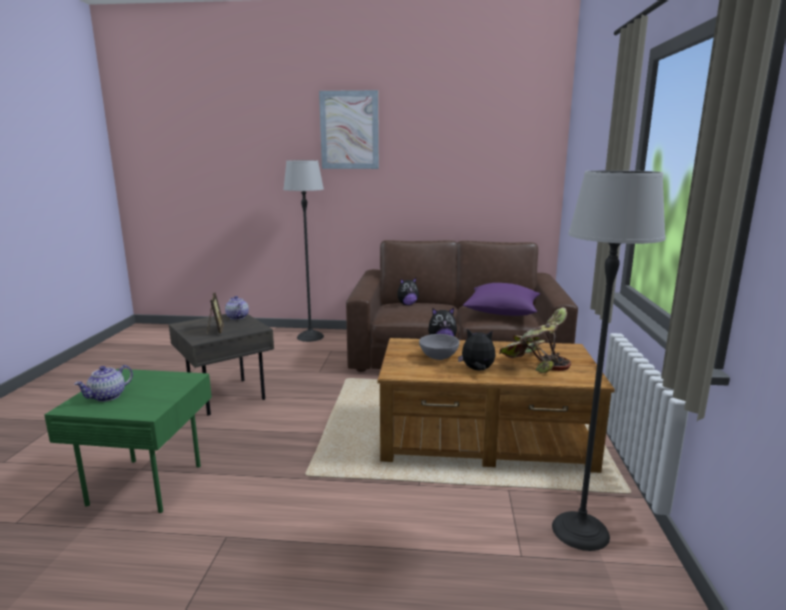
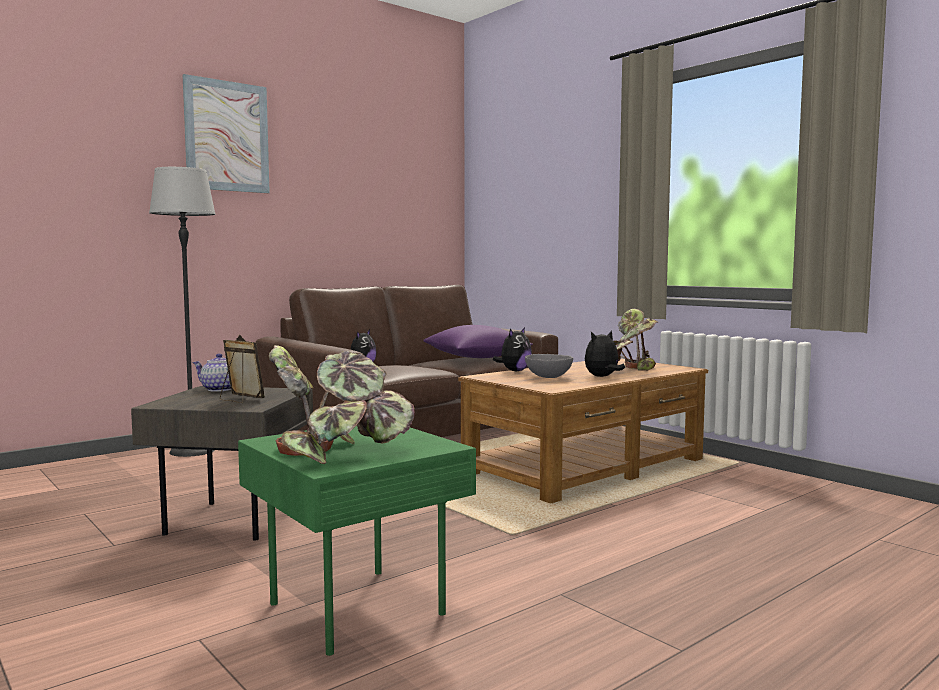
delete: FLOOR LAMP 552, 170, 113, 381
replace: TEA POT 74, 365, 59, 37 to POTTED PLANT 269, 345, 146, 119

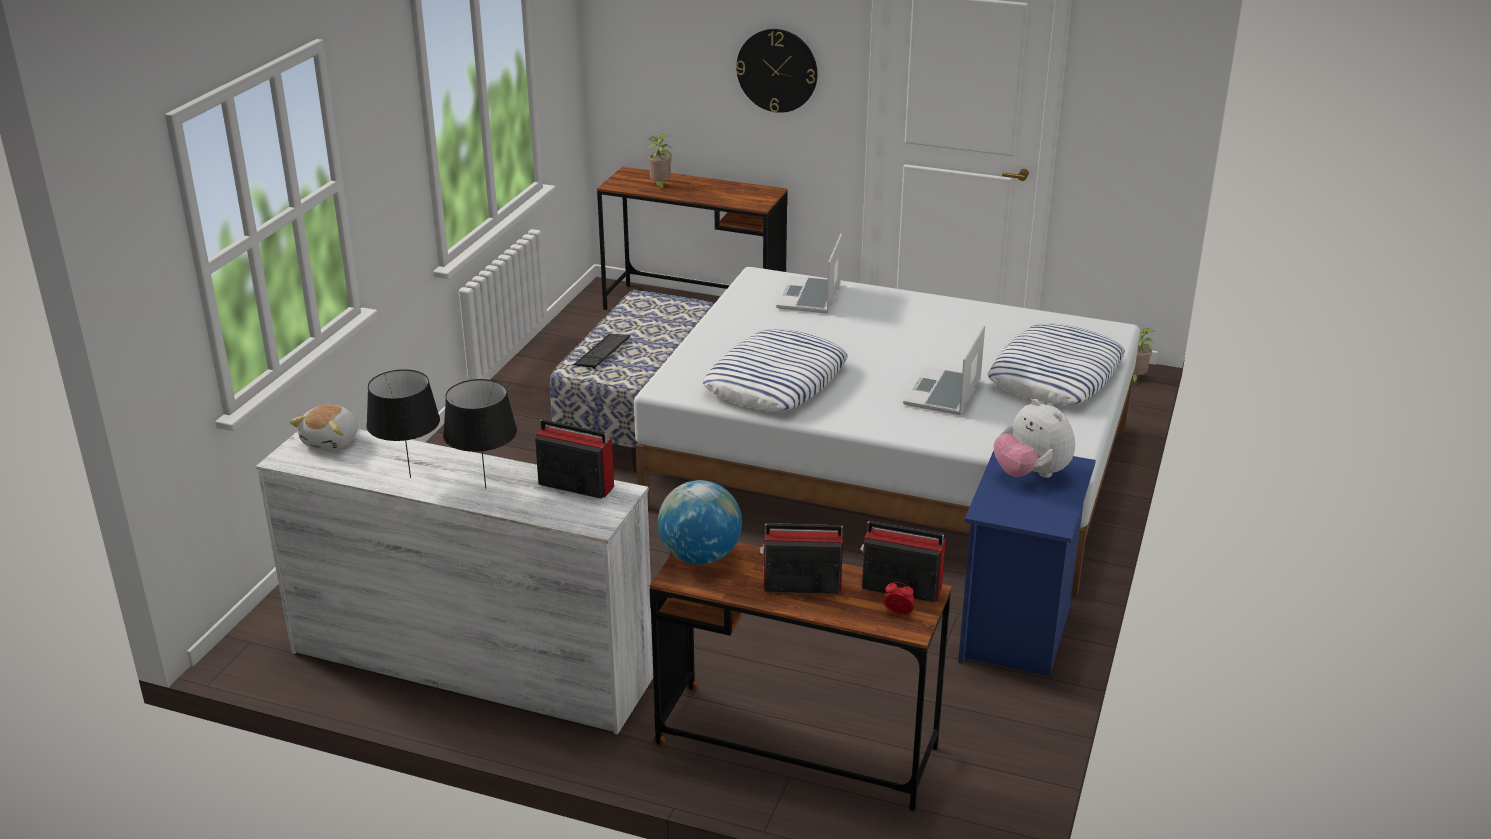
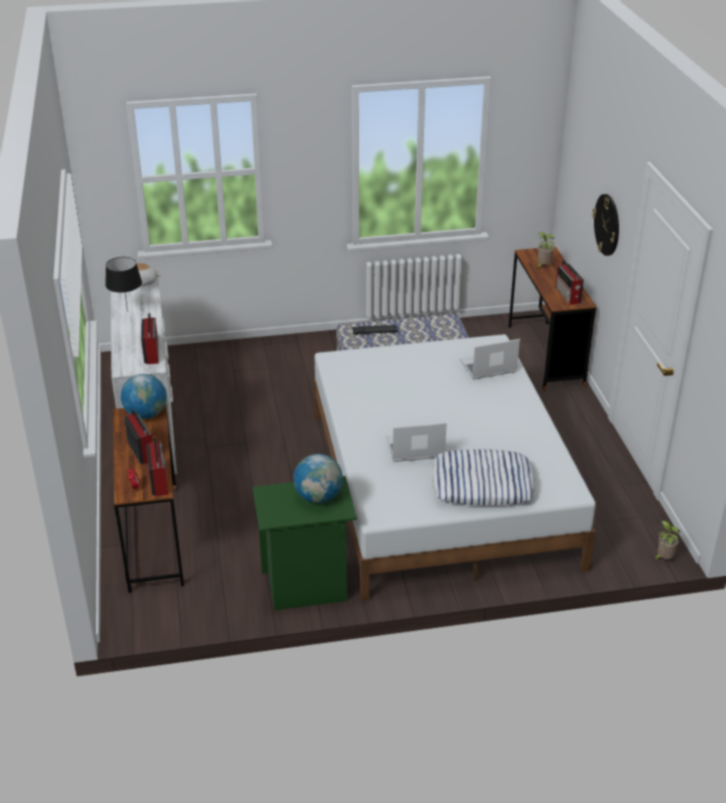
delete: BLACKISH TABLETOP LAMP 443, 379, 74, 110; CUSHION 702, 329, 146, 82
insert: RADIO SET 556, 260, 28, 45
replace: CUDDLY TOY 994, 399, 81, 79 to GLOBE 293, 454, 50, 49
recolor: BLUE-COLOURED BEDSIDE TABLE 958, 450, 138, 226 to GREEN-COLOURED BEDSIDE TABLE 252, 476, 105, 134

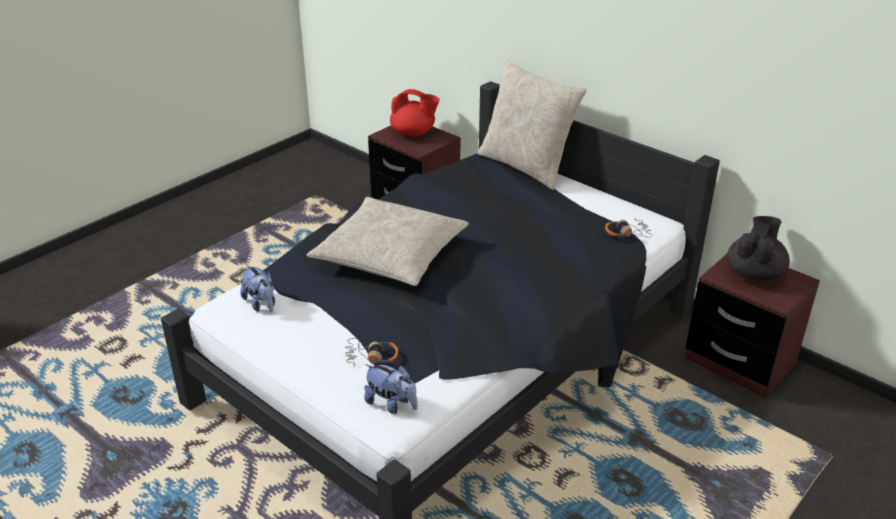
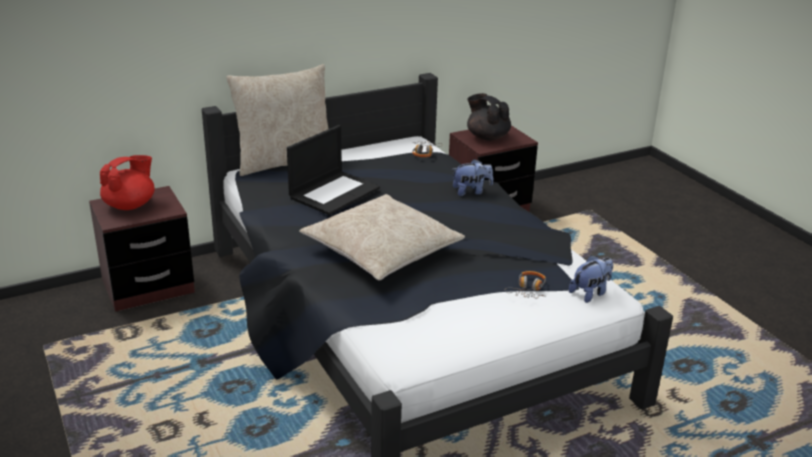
insert: NOTEBOOK COMPUTER 287, 125, 93, 90
move: CUDDLY TOY 240, 264, 35, 48 to 452, 159, 41, 37

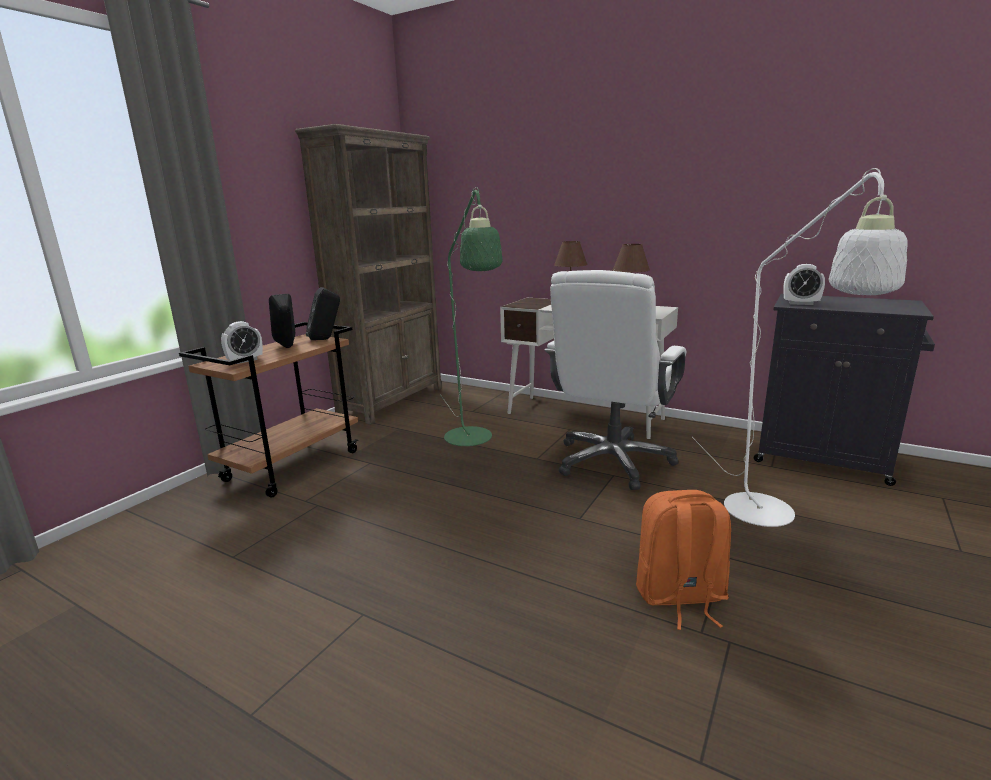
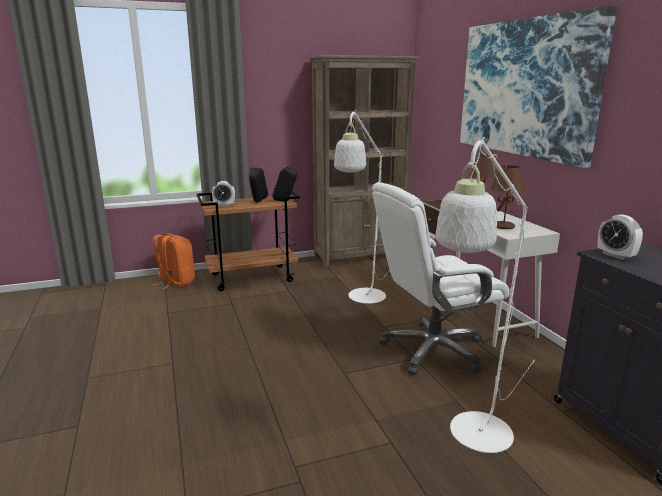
insert: WALL PICTURE 460, 5, 157, 163
move: ORANGE BACKPACK 636, 490, 95, 140 to 153, 233, 42, 57
recolor: GREEN-COLOURED FLOOR LAMP 441, 187, 62, 259 to WHITE FLOOR LAMP 334, 110, 56, 194

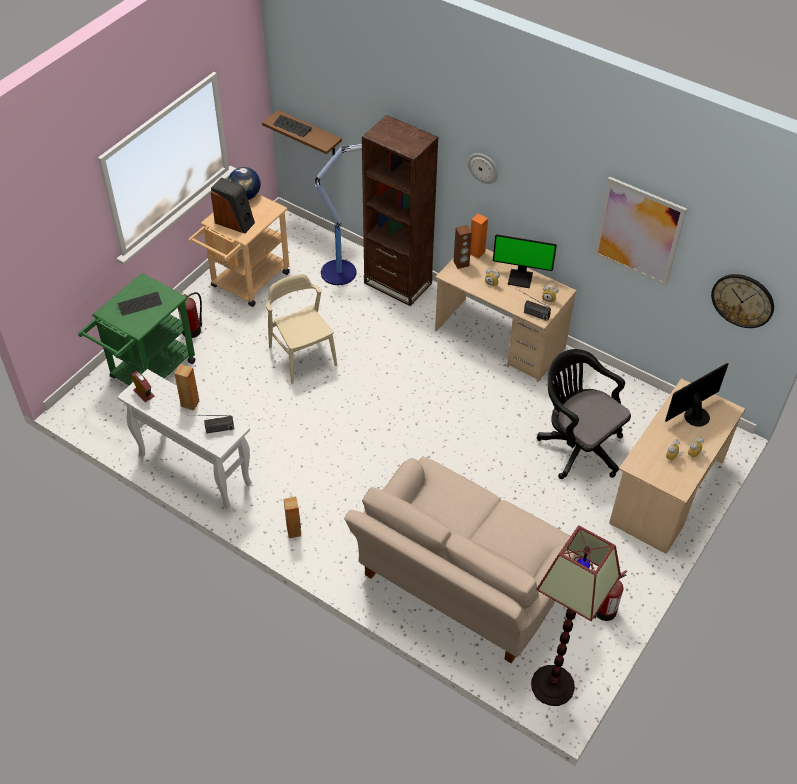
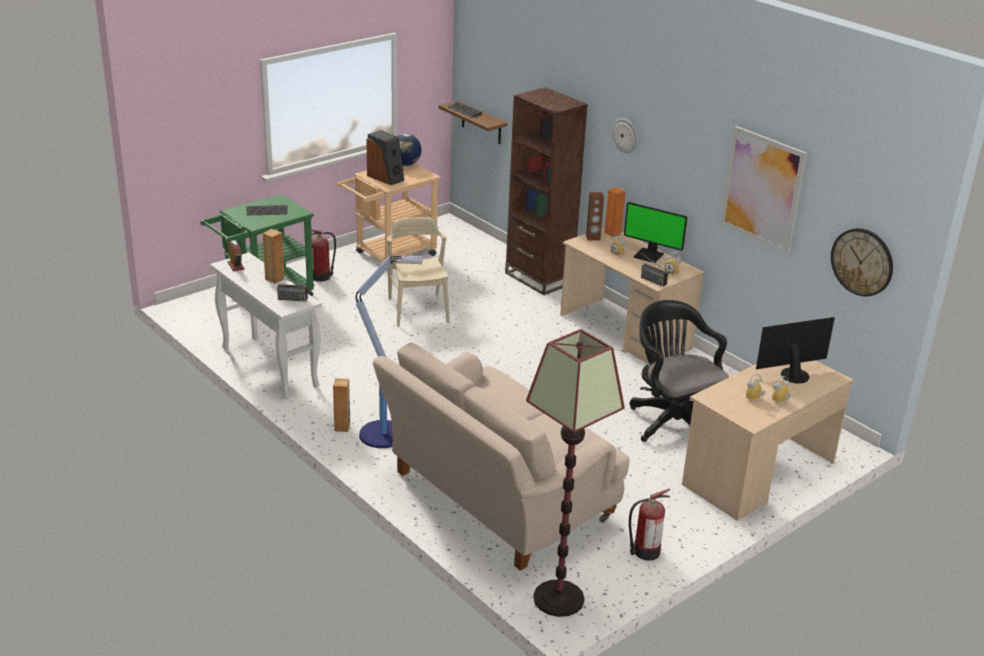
move: FLOOR LAMP 315, 144, 47, 141 to 355, 254, 67, 194

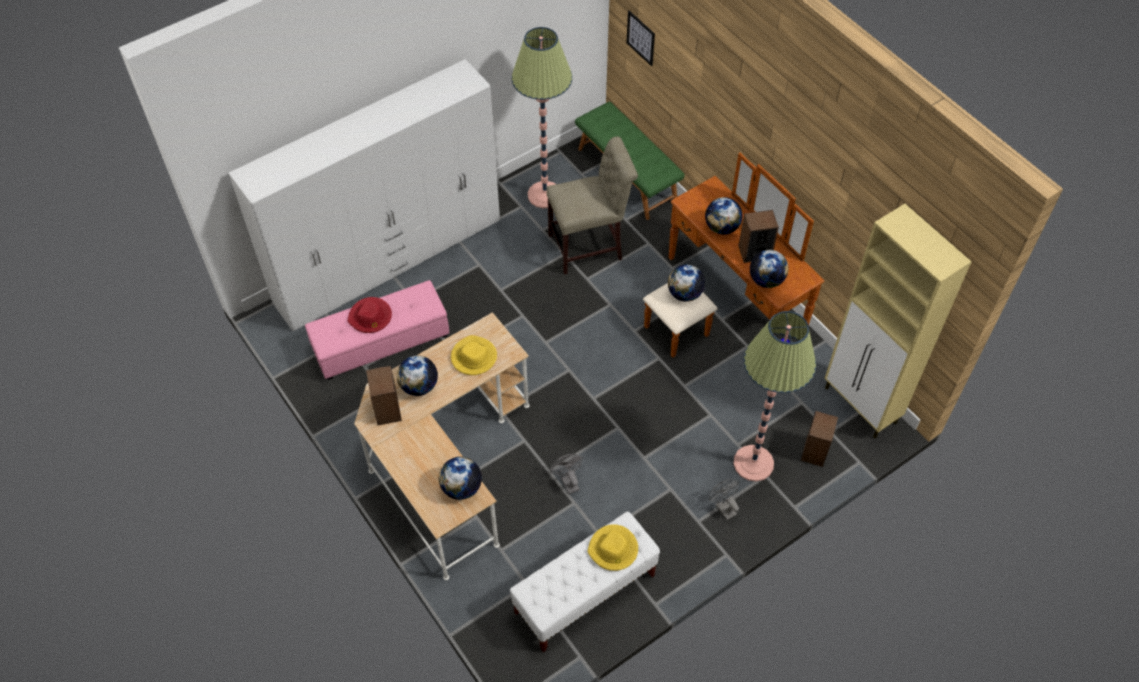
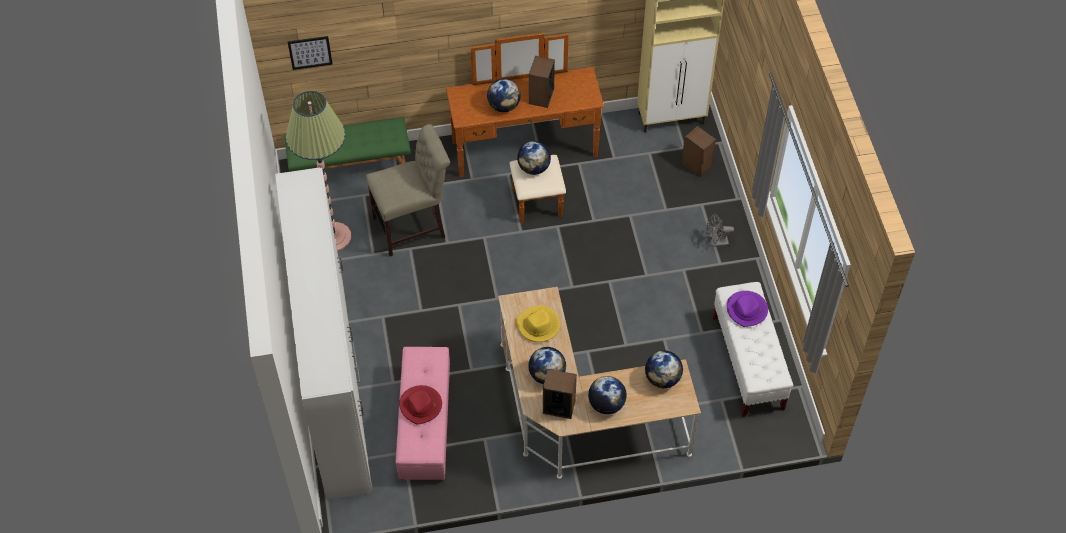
delete: GRAY FAN 550, 454, 33, 40; FLOOR LAMP 734, 311, 82, 170
move: GLOBE 750, 250, 38, 38 to 588, 376, 39, 38
recolor: YELLOW HAT 588, 524, 50, 47 to PURPLE HAT 727, 291, 41, 36
rotate: BEIGE-COLOURED UPRIGHT CHAIR 546, 136, 92, 138 = 366, 124, 84, 132 60 degrees clockwise

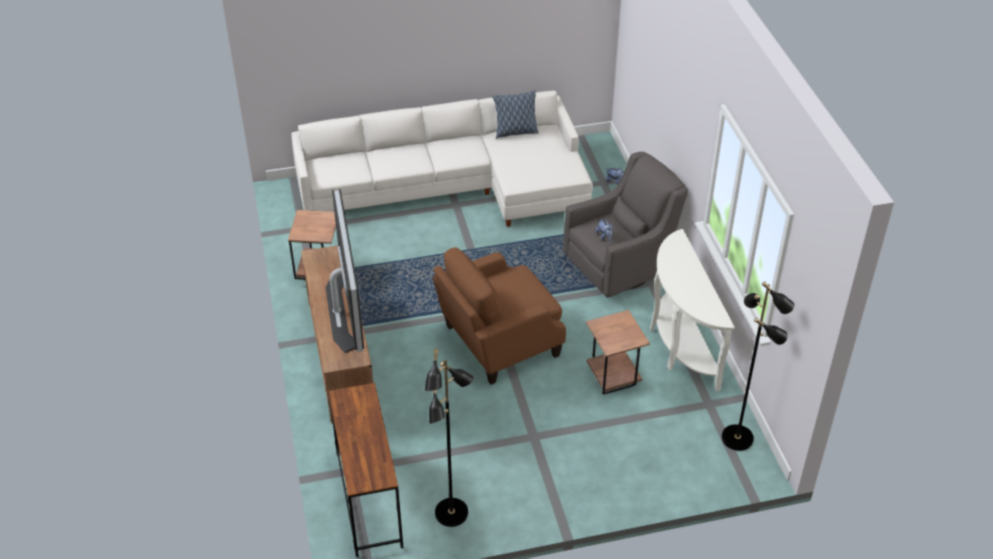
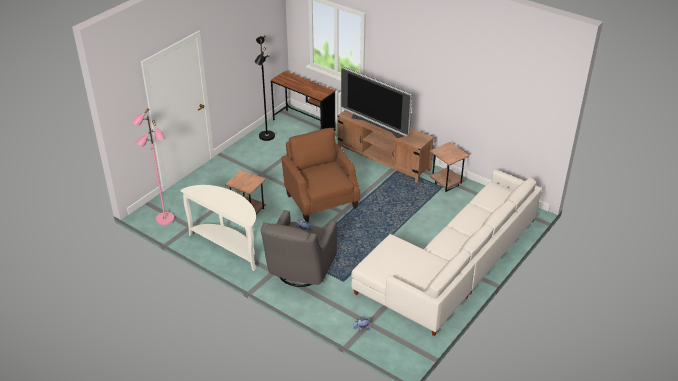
delete: CUSHION 492, 90, 47, 48
recolor: BLACKISH FLOOR LAMP 722, 282, 73, 169 to PINK FLOOR LAMP 131, 108, 43, 117
rotate: BROWN EASY CHAIR 433, 247, 133, 138 = 281, 128, 79, 94 45 degrees counterclockwise

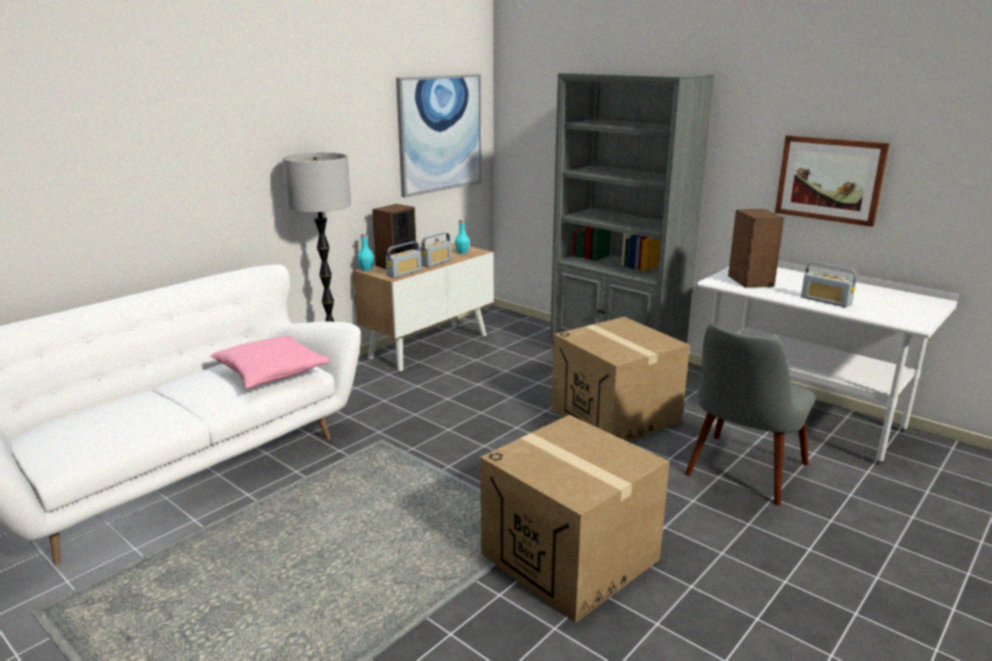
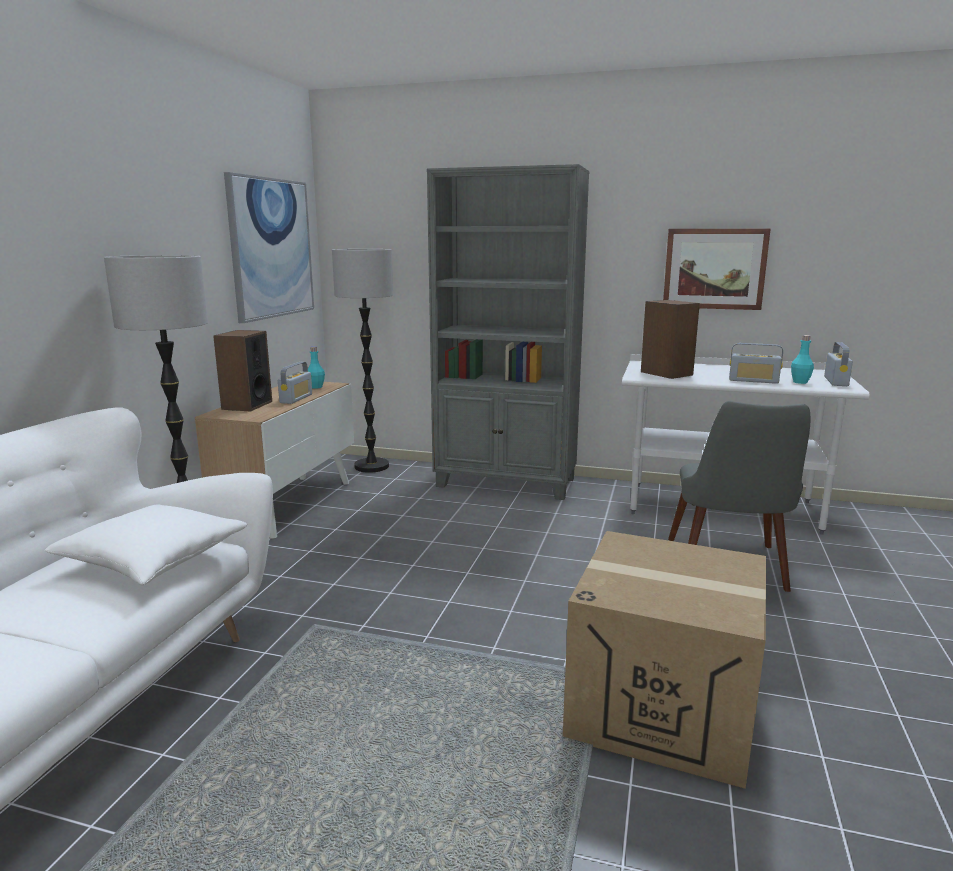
delete: CARTON 551, 317, 139, 125
insert: FLOOR LAMP 332, 249, 61, 224
move: BLUE-GREEN BEVERAGE BOTTLE 357, 233, 17, 38 to 791, 335, 23, 49; RADIO SET 386, 241, 35, 37 to 824, 342, 29, 44
recolor: PINK CUSHION 211, 336, 119, 53 to WHITE CUSHION 44, 504, 203, 81

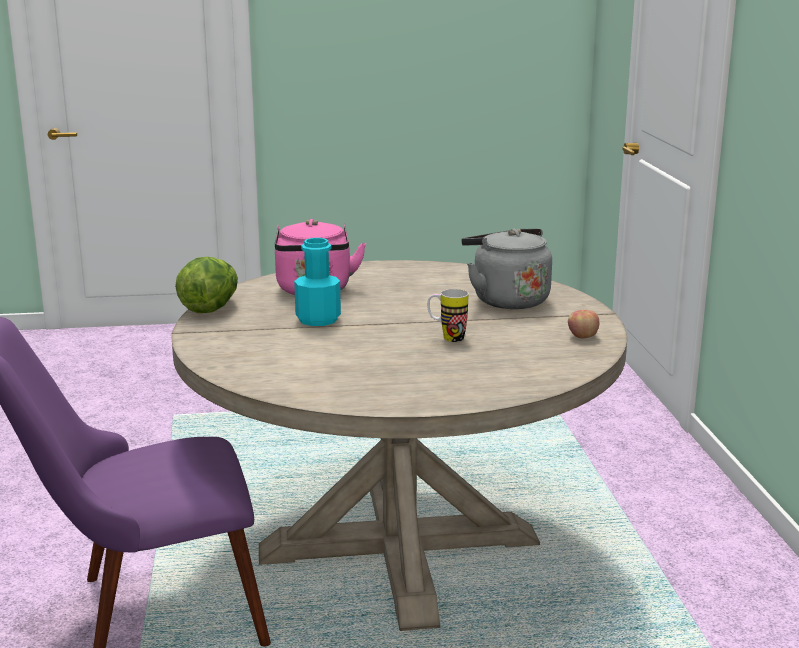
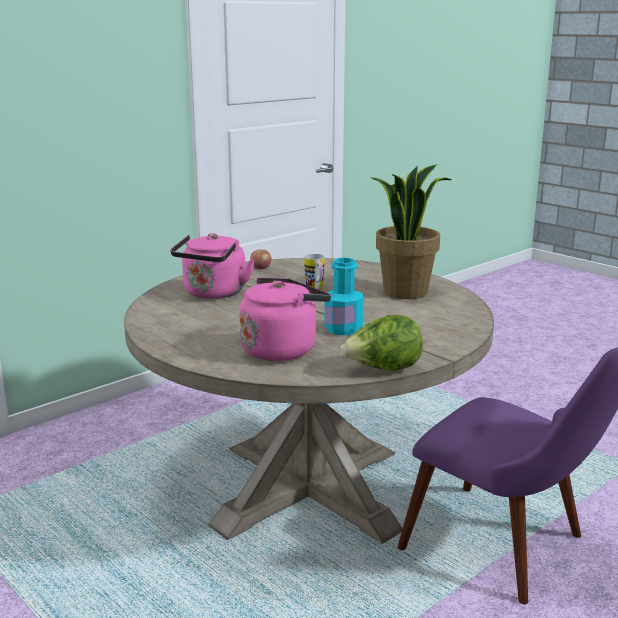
insert: POTTED PLANT 370, 165, 81, 134
recolor: GRAY TEA KETTLE 461, 228, 91, 81 to PINK TEA KETTLE 170, 233, 85, 66

